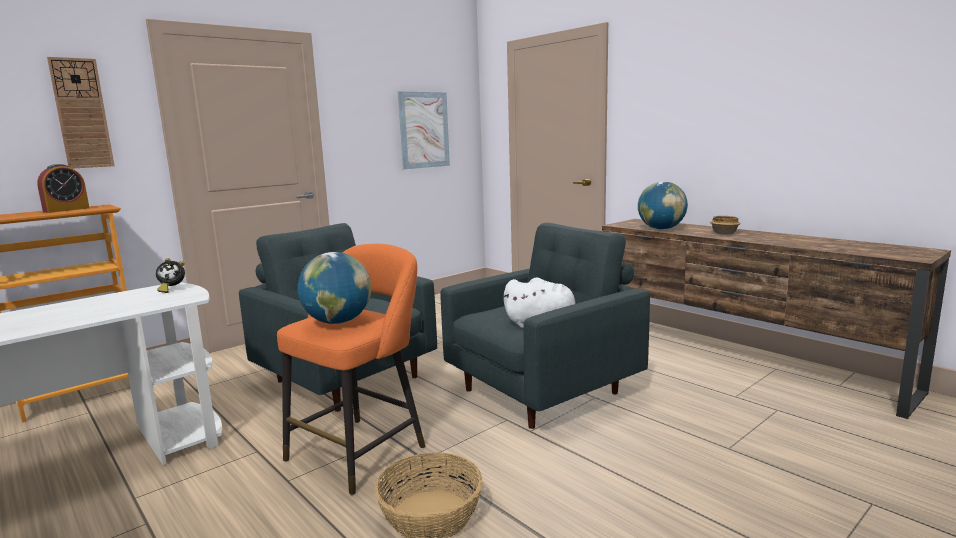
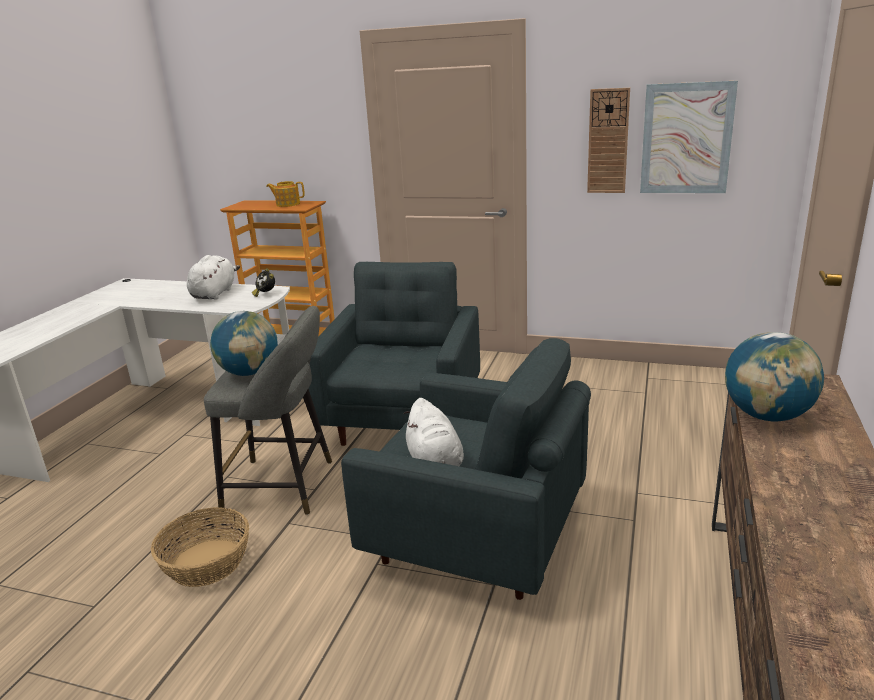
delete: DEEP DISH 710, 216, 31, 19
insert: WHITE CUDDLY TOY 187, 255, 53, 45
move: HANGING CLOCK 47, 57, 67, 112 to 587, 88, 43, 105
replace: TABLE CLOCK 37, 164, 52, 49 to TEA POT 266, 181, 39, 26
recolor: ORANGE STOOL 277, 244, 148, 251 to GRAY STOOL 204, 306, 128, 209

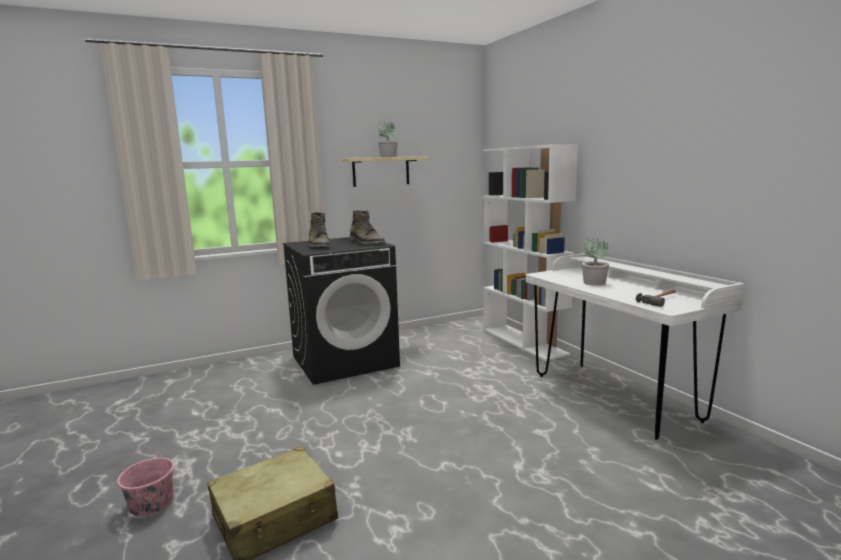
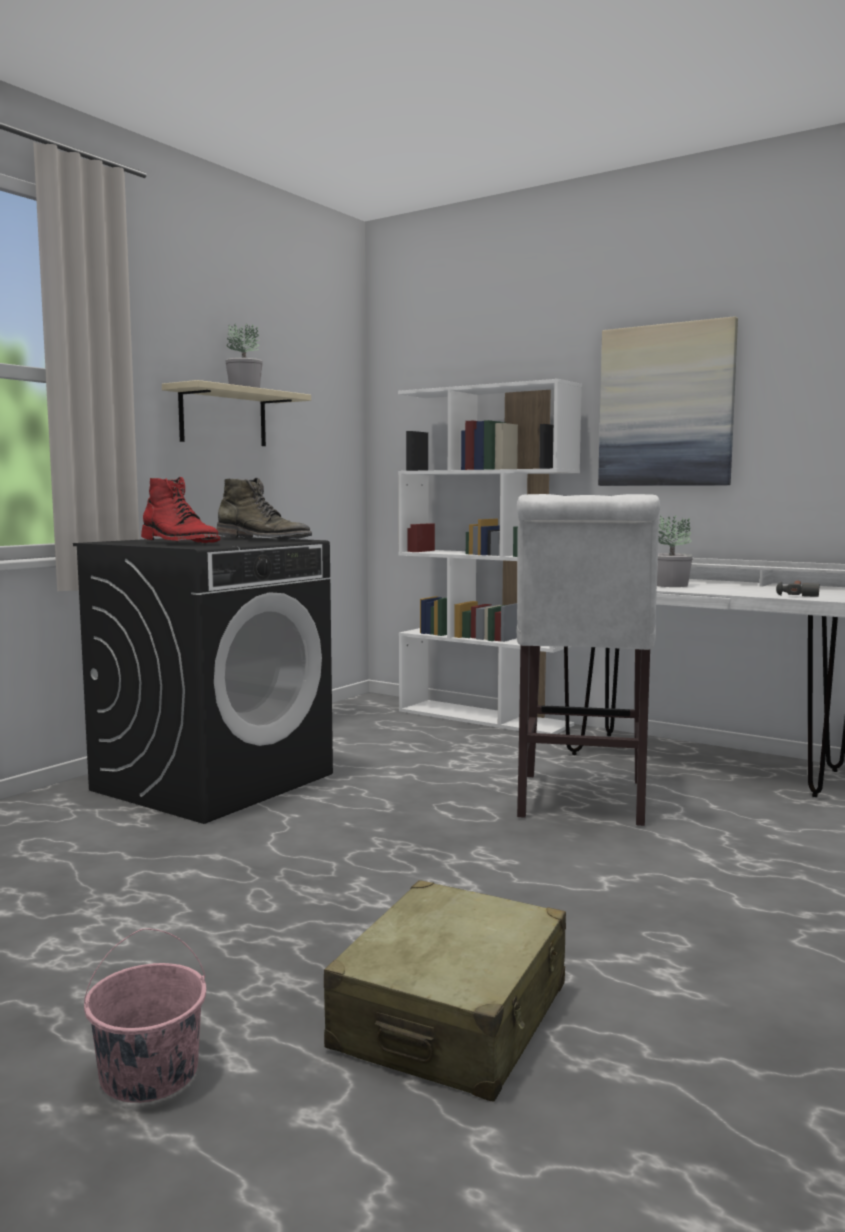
insert: WHITE STOOL 517, 494, 143, 332; WALL PICTURE 598, 316, 140, 170
recolor: GREEN-COLOURED HIGH-TOP BOOT 309, 212, 21, 35 to REDDISH HIGH-TOP BOOT 141, 477, 79, 66

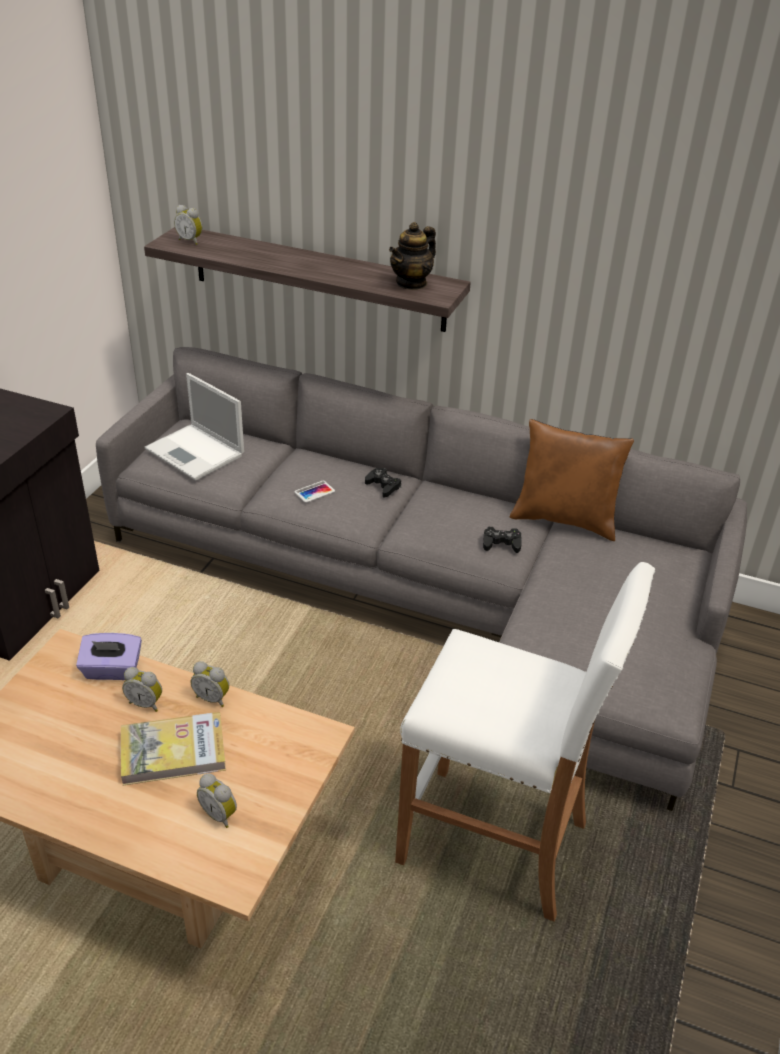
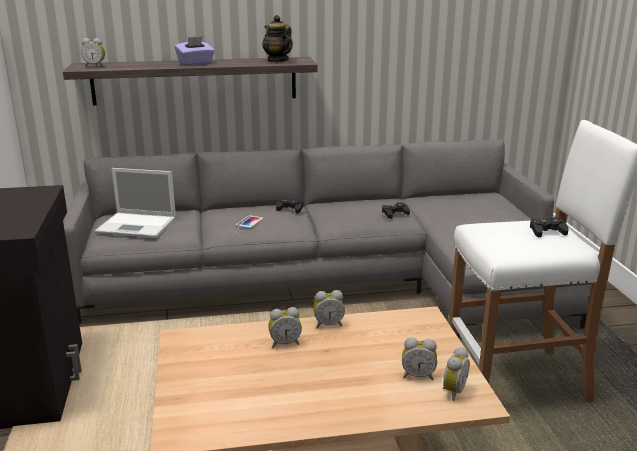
delete: BOUND BOOK 121, 712, 105, 74; BROWN CUSHION 510, 419, 124, 122
insert: TABLE CLOCK 443, 347, 27, 54; BLACKISH JOYPAD 530, 217, 38, 20
move: PURPLE TISSUE BOX 76, 633, 66, 47 to 175, 36, 40, 30
rotate: TEA POT 389, 222, 47, 68 = 262, 15, 31, 47 135 degrees clockwise

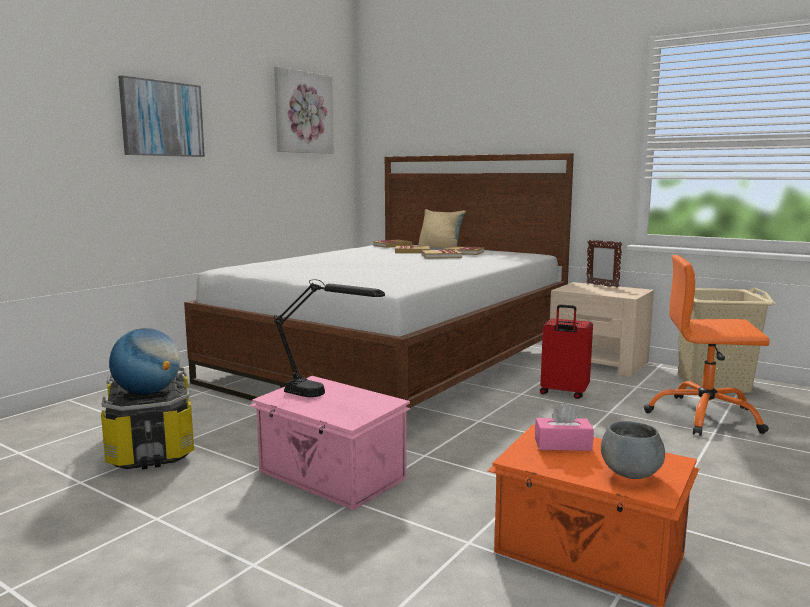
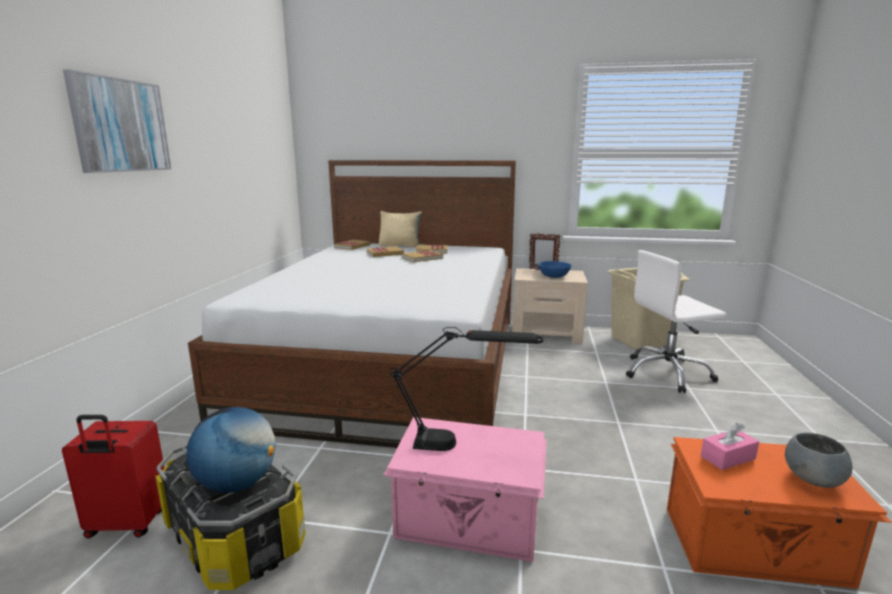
delete: WALL PICTURE 274, 67, 60, 87
insert: BLUE-COLOURED DEEP DISH 538, 261, 34, 17
move: REDDISH SUITCASE 540, 304, 53, 95 to 62, 415, 102, 123
recolor: ORANGE OFFICE CHAIR 644, 255, 126, 181 to WHITE OFFICE CHAIR 626, 250, 100, 143

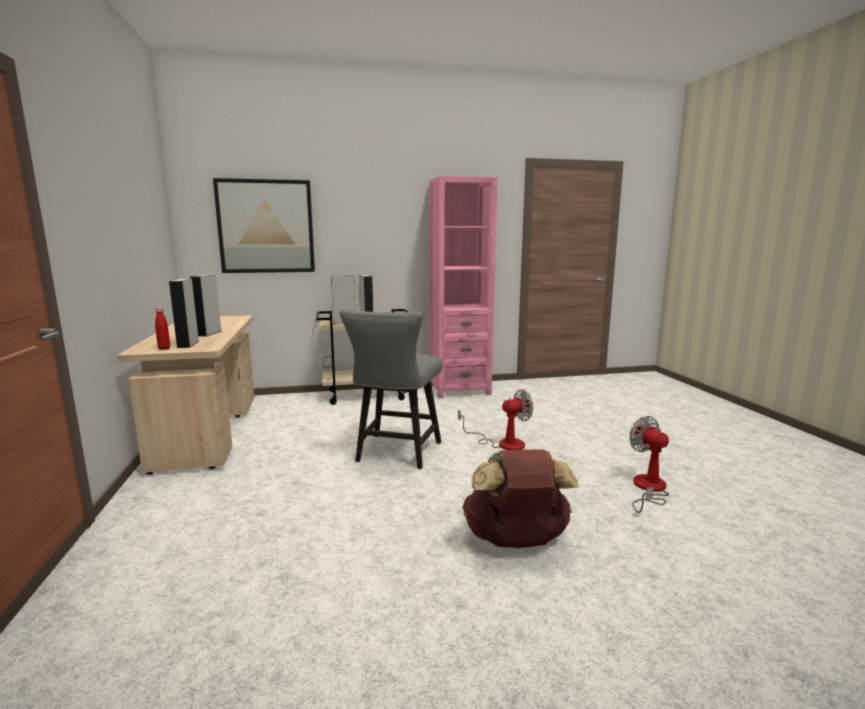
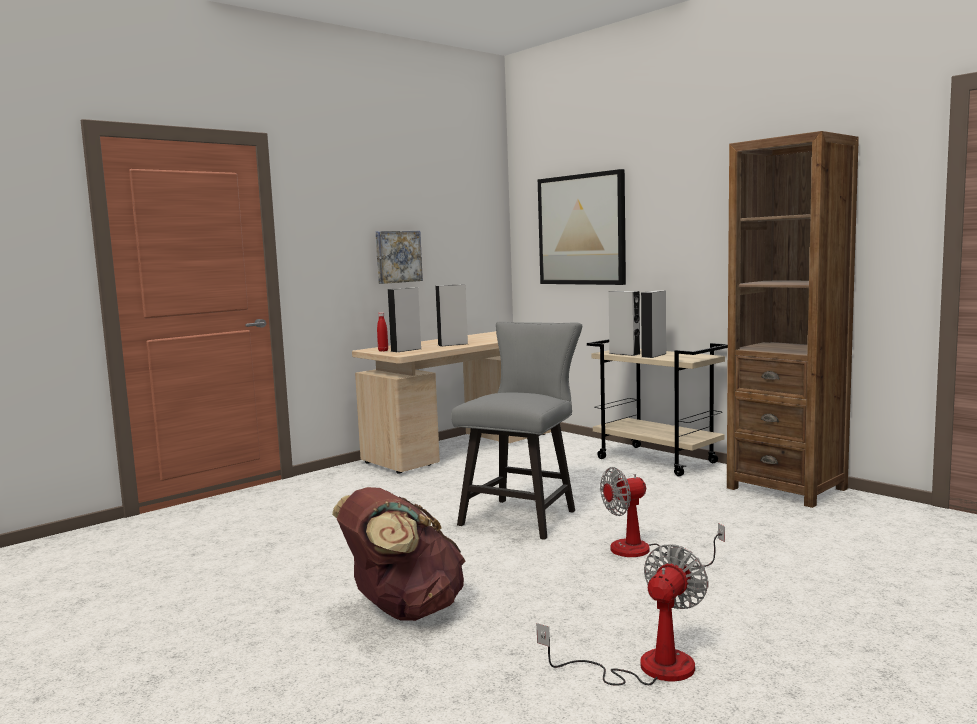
insert: WALL PICTURE 376, 231, 47, 53
recolor: PINK SHELVING UNIT 429, 176, 69, 222 to BROWN SHELVING UNIT 727, 131, 132, 377
rotate: GRAY UPRIGHT CHAIR 340, 309, 102, 160 = 451, 321, 131, 219 135 degrees clockwise; FAN 458, 389, 75, 61 = 600, 467, 125, 100 120 degrees clockwise

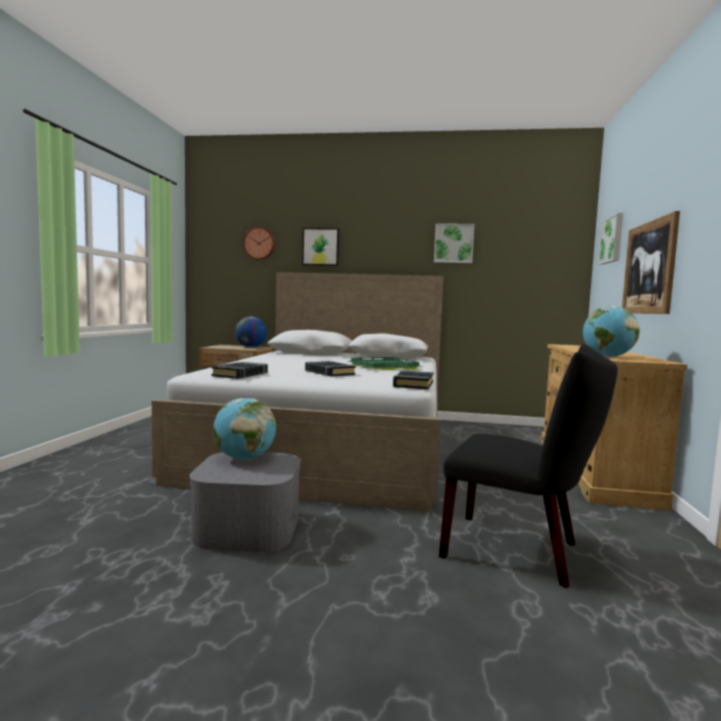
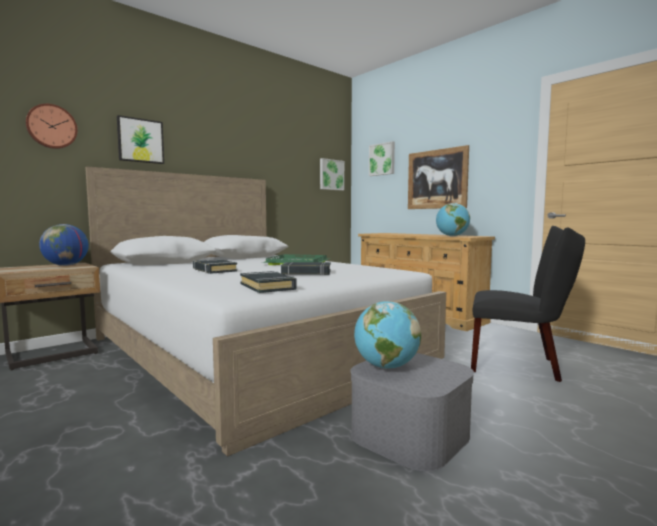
move: BLACKISH BOUND BOOK 393, 370, 41, 20 to 193, 259, 44, 15; WALL PICTURE 434, 223, 40, 40 to 320, 158, 24, 33
rotate: BLACKISH UPRIGHT CHAIR 439, 344, 179, 244 = 471, 226, 114, 156 45 degrees clockwise

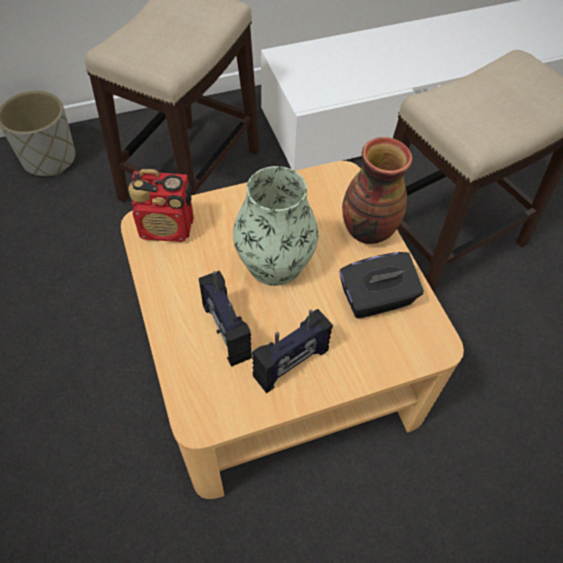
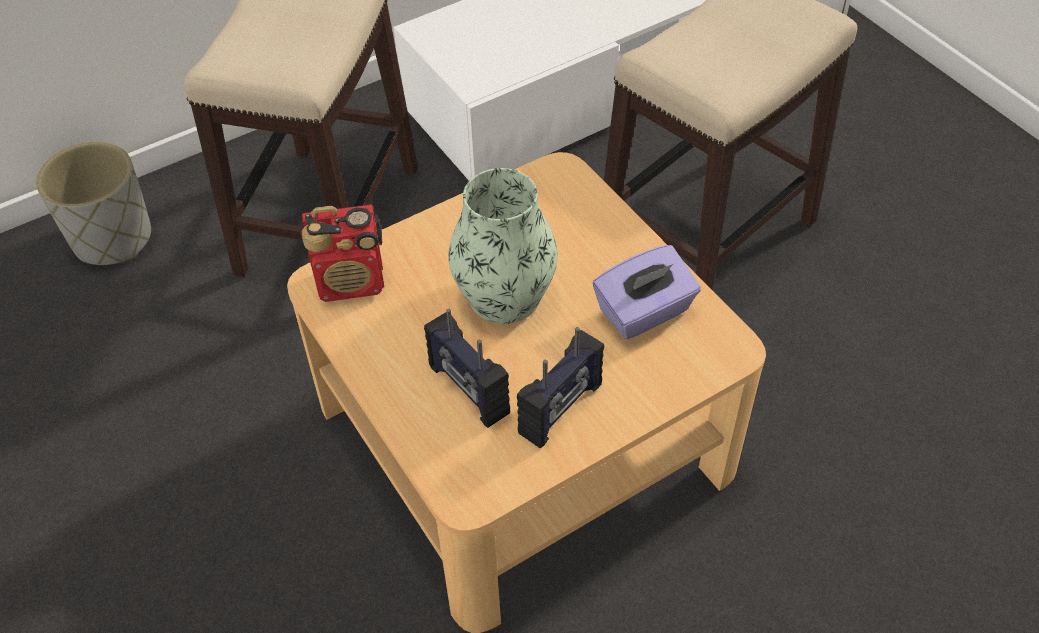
delete: VASE 342, 137, 70, 107
recolor: BLACKISH TISSUE BOX 339, 252, 85, 67 to PURPLE TISSUE BOX 593, 245, 108, 94

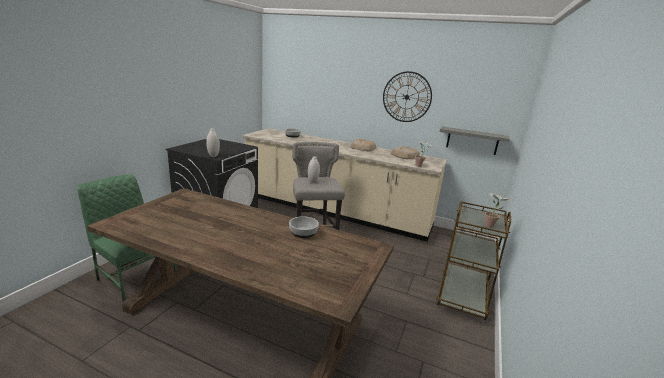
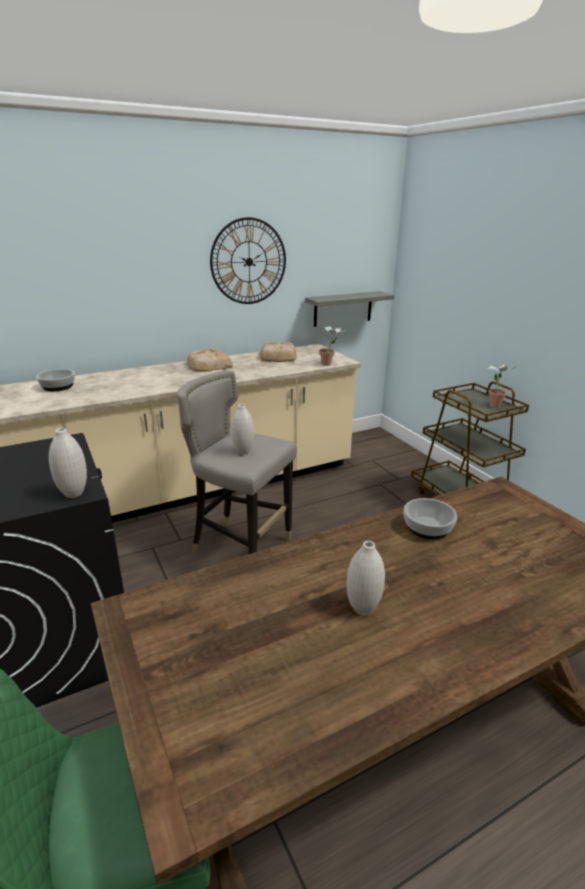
insert: WHITE VASE 347, 541, 38, 75

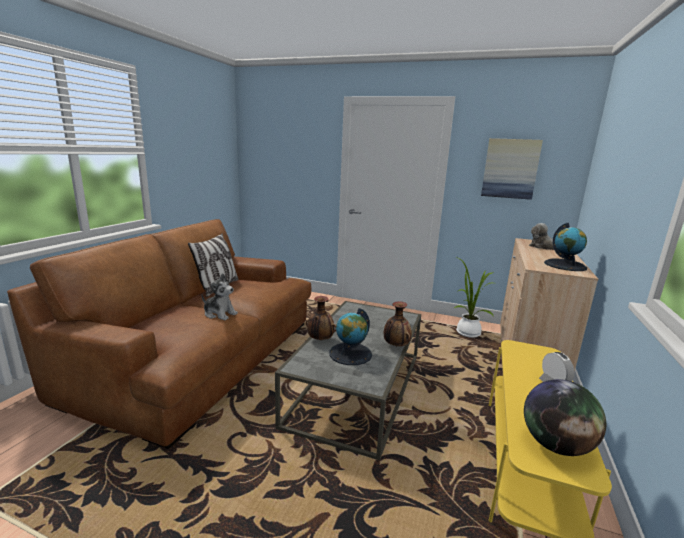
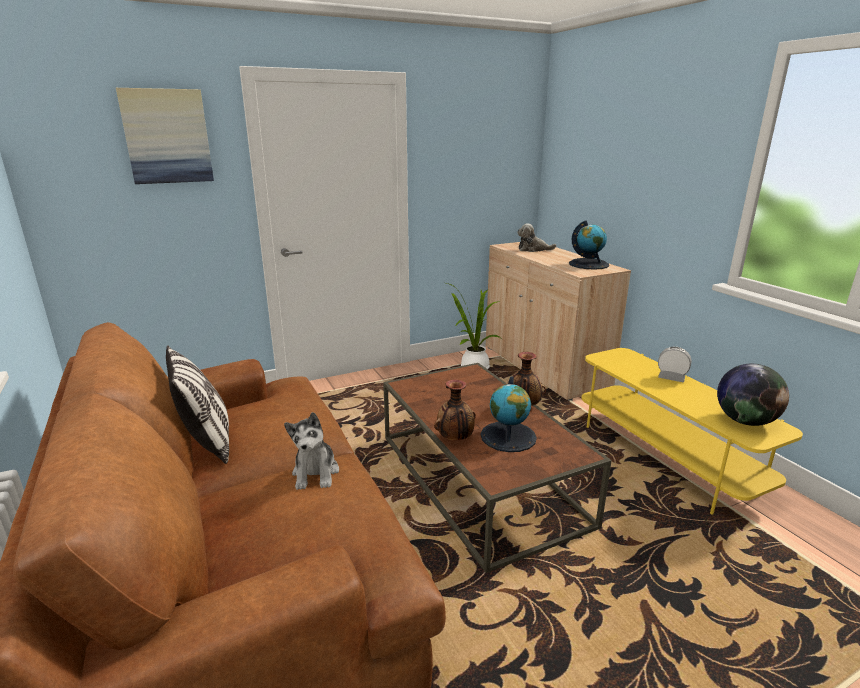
move: WALL PICTURE 481, 138, 62, 62 to 116, 88, 98, 96
recolor: GRAY COFFEE TABLE 275, 301, 146, 159 to BROWN COFFEE TABLE 383, 363, 229, 210
rotate: CUDDLY TOY 202, 273, 36, 47 = 284, 412, 55, 78 105 degrees clockwise

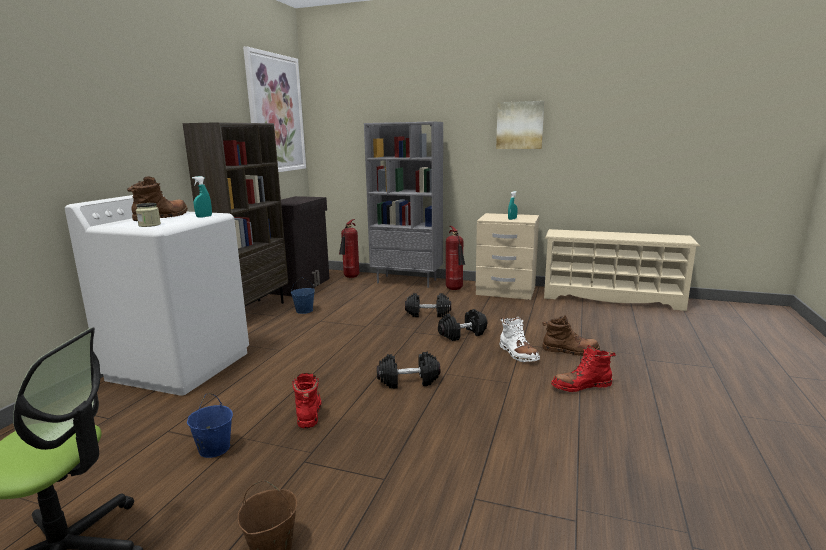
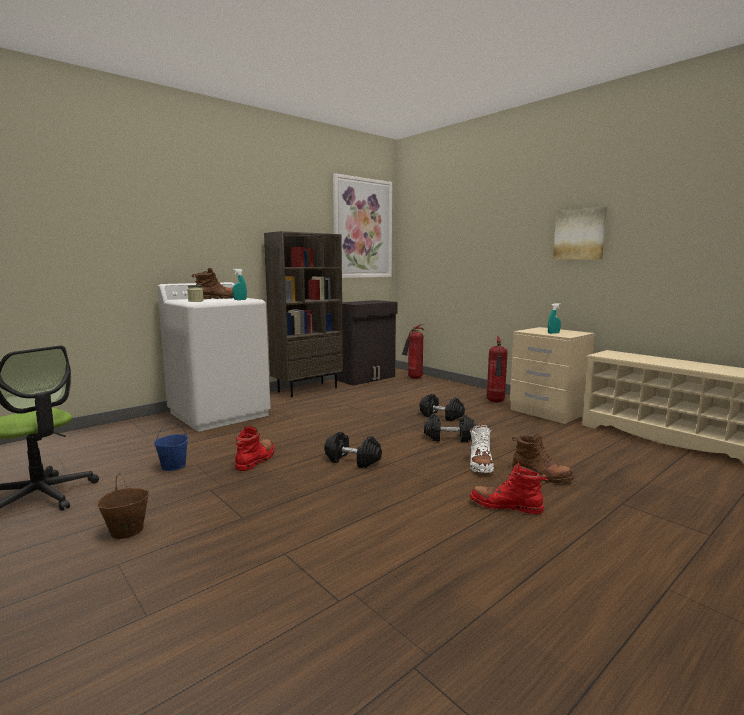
delete: BLUE-COLOURED WATER BUCKET 291, 278, 24, 36; GRAY SHELVING UNIT 364, 122, 79, 166

